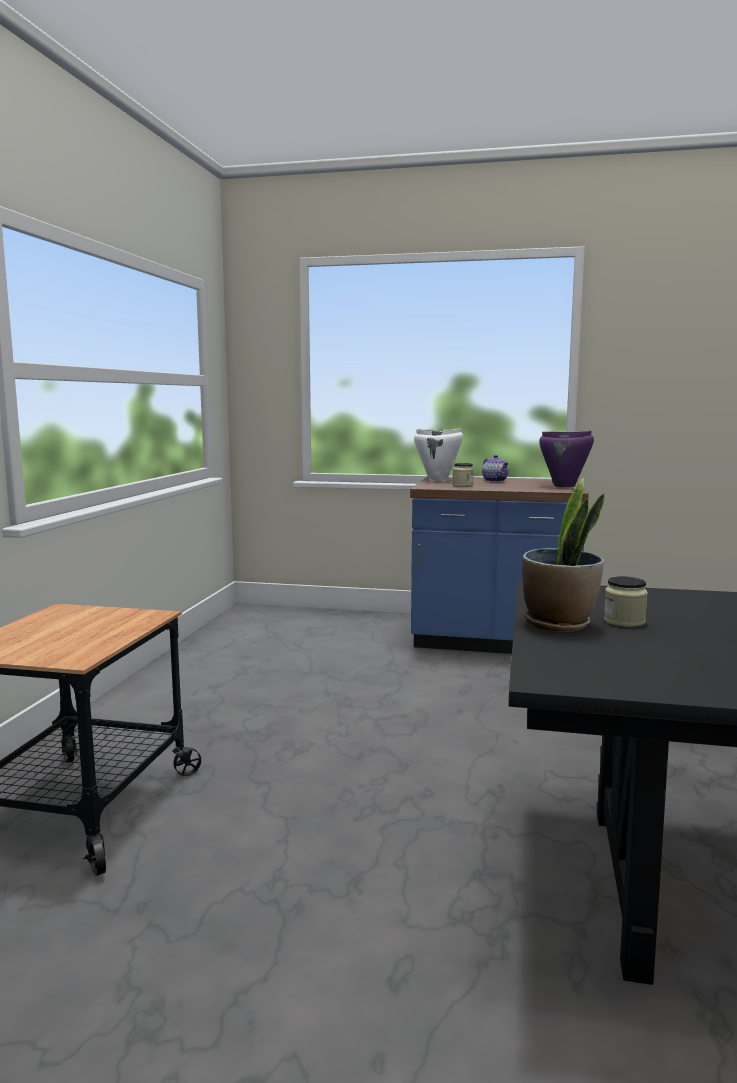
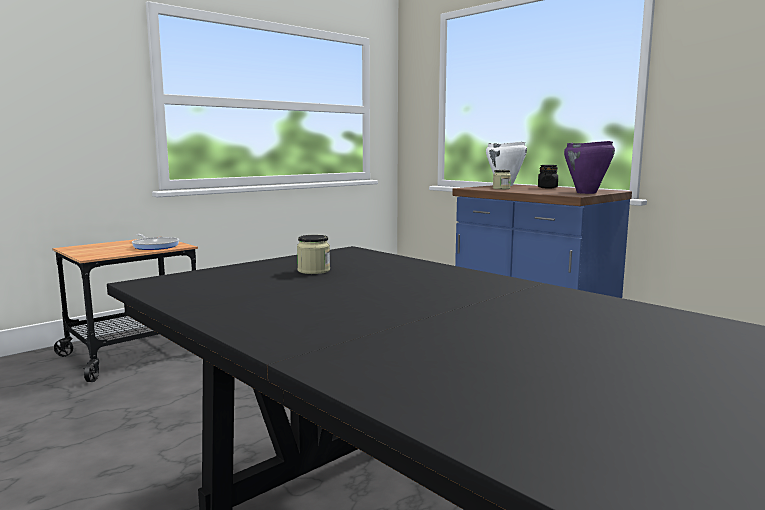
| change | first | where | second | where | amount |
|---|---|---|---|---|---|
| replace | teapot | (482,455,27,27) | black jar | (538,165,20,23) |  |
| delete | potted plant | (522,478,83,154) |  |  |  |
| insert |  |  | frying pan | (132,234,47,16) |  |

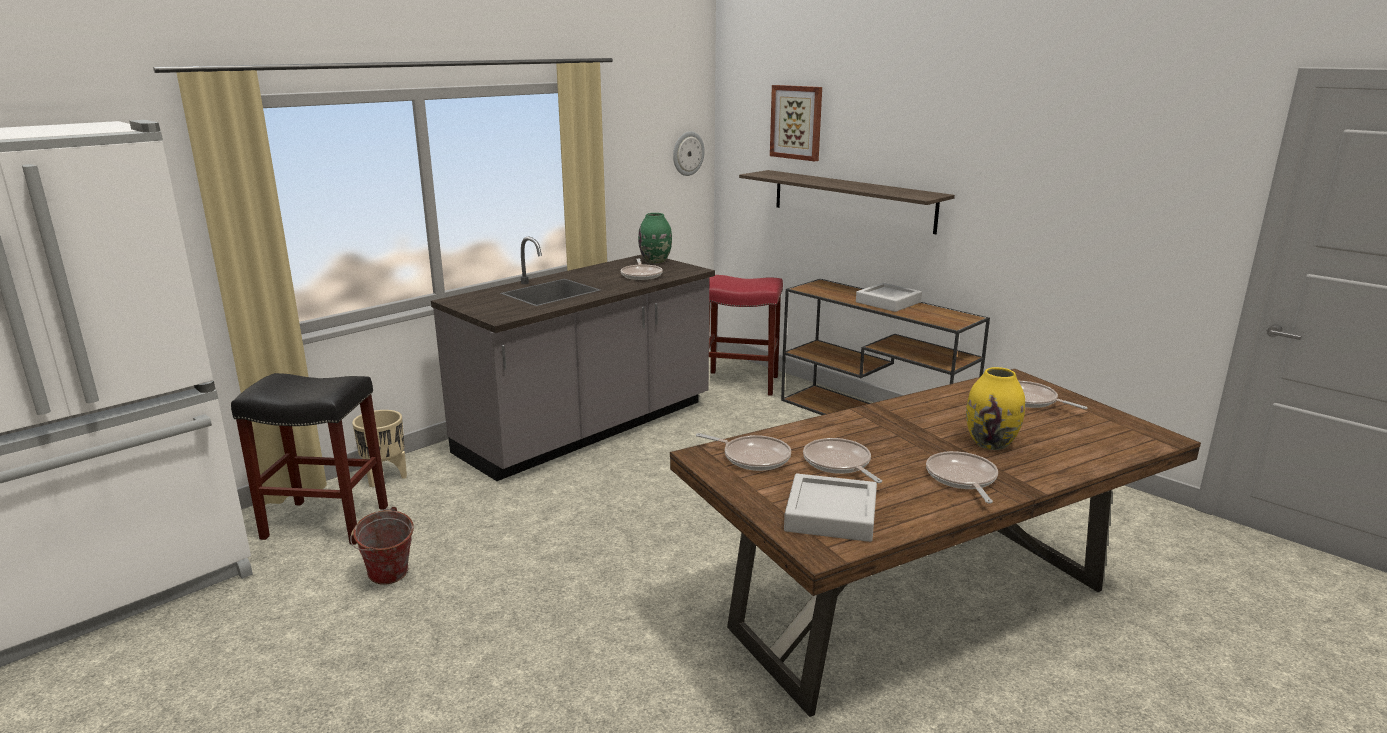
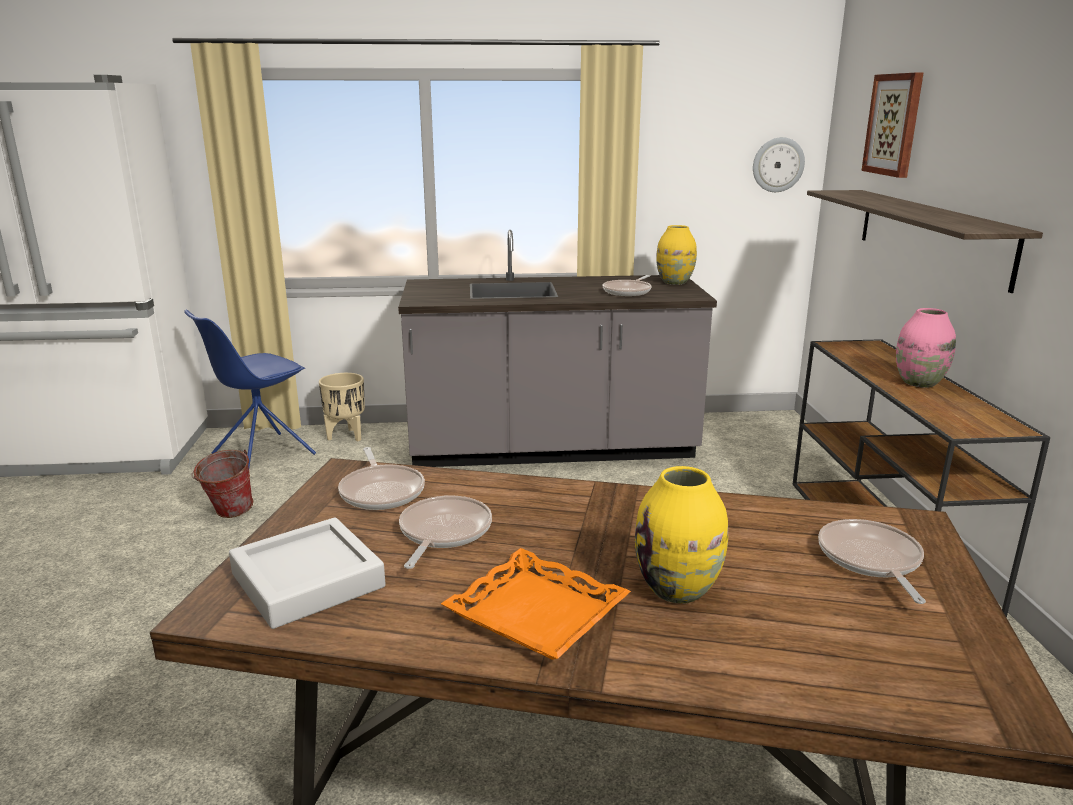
| change | first | where | second | where | amount |
|---|---|---|---|---|---|
| recolor | green vase | (638,213,34,51) | yellow vase | (656,225,41,60) |  |
| delete | red stool | (709,275,74,121) |  |  |  |
| replace | grey tray | (856,283,66,29) | pink vase | (896,308,60,80) |  |
| replace | black stool | (231,373,157,172) | blue chair | (184,310,132,157) |  |
| replace | frying pan | (926,451,72,53) | orange tray | (441,548,190,112) |  |

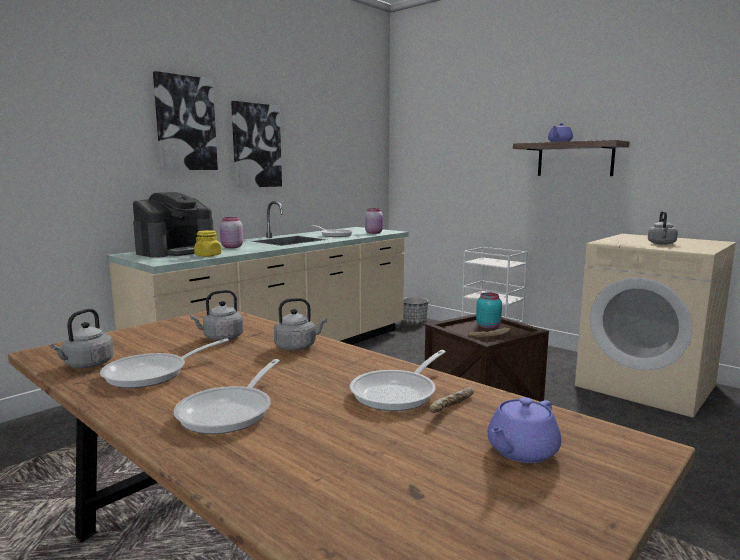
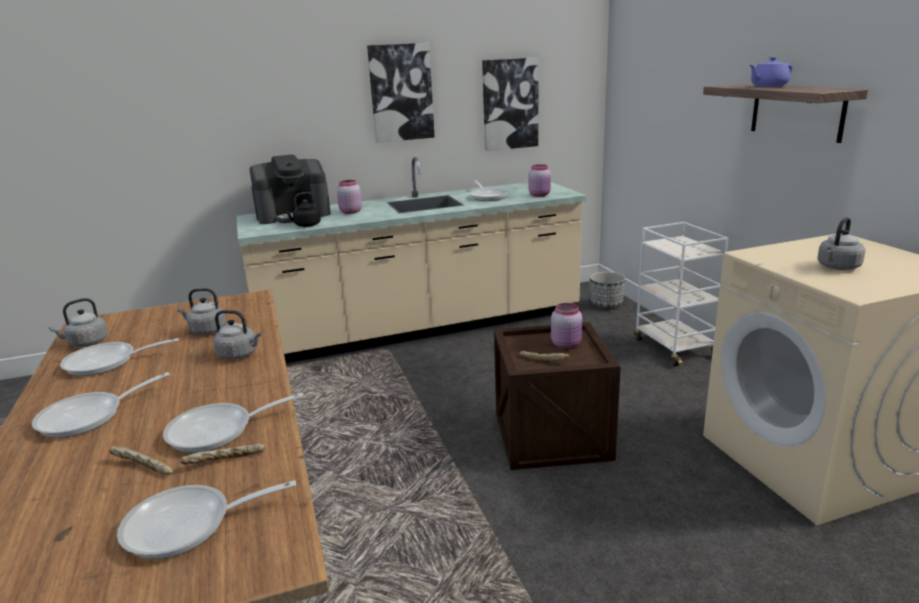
| change | first | where | second | where | amount |
|---|---|---|---|---|---|
| move | picture | (153,71,65,99) |  | (482,57,56,94) |  |
| replace | yellow jar | (194,230,27,27) | black kettle | (284,192,37,35) |  |
| recolor | turquoise jar | (476,293,26,36) | pink jar | (551,303,31,46) |  |
| replace | purple teapot | (487,397,74,66) | frying pan | (117,480,179,79) |  |
| insert |  |  | bread | (109,446,64,29) |  |

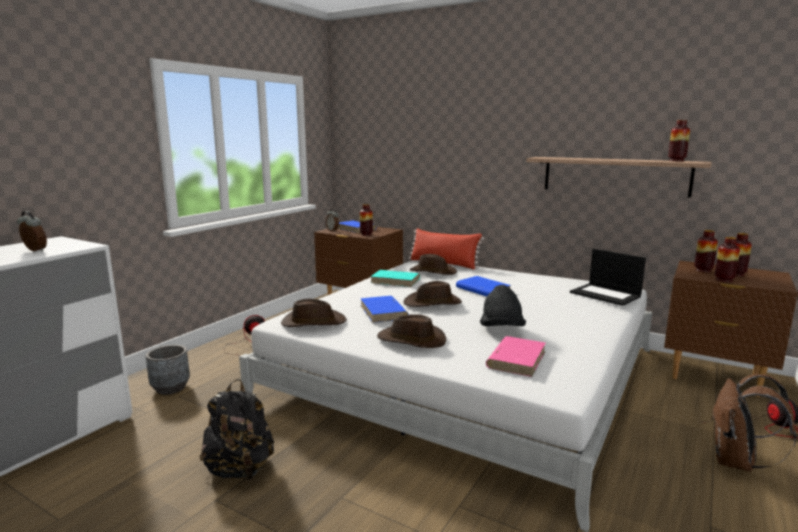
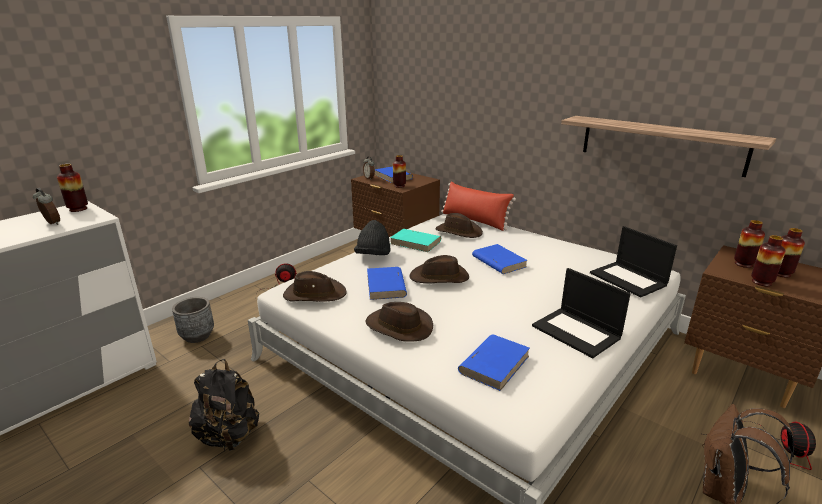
| change | first | where | second | where | amount |
|---|---|---|---|---|---|
| move | vase | (668,120,22,41) |  | (57,164,31,48) |  |
| move | black hat | (480,285,46,41) |  | (354,220,37,35) |  |
| recolor | pink book | (486,336,60,41) | blue book | (458,334,72,57) |  |
| insert |  |  | laptop | (532,268,99,90) |  |

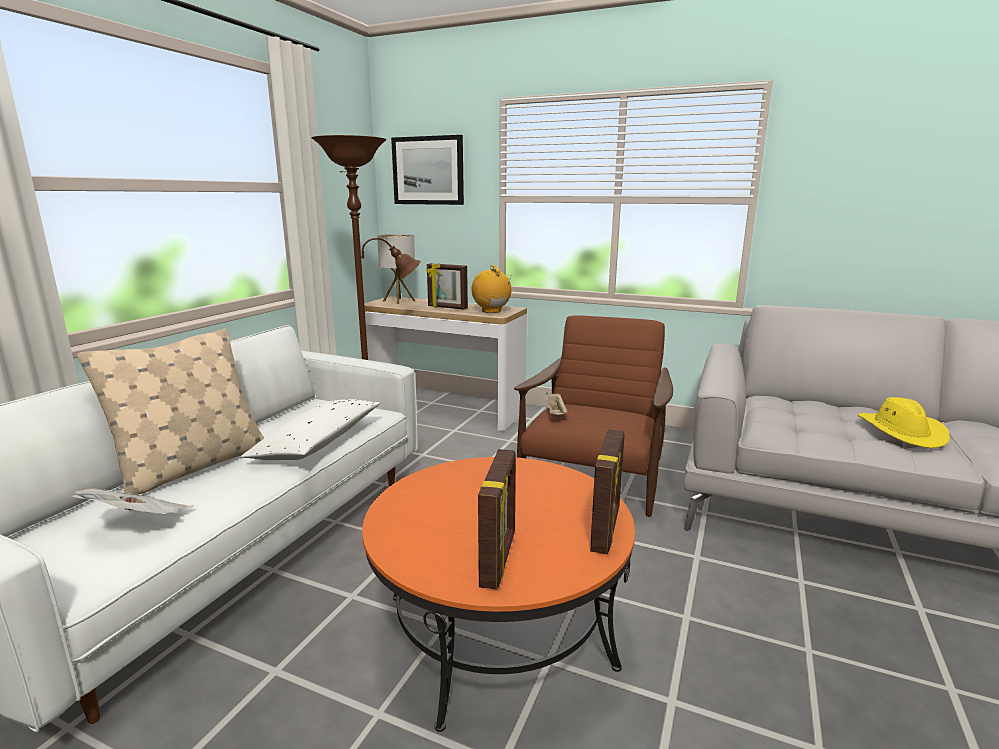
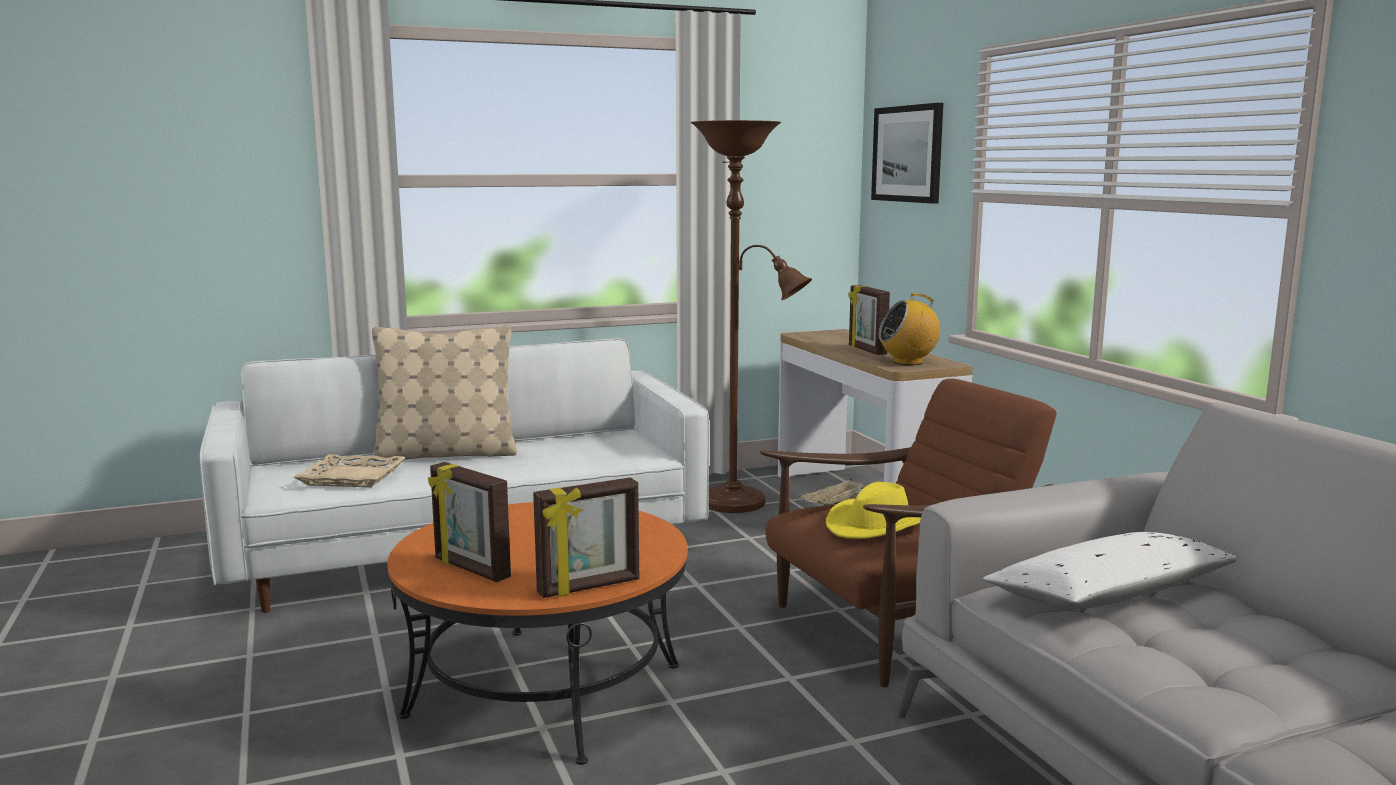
| change | first | where | second | where | amount |
|---|---|---|---|---|---|
| delete | table lamp | (377,234,38,70) |  |  |  |
| rotate | radio | (472,265,40,48) |  | (879,293,61,72) | 120 degrees counterclockwise |
| move | yellow hat | (858,397,92,51) |  | (826,482,95,57) |  |
| move | white pillow | (241,399,140,61) |  | (983,532,253,78) |  |
| rotate | picture frame | (478,449,38,140) |  | (428,462,83,120) | 75 degrees clockwise |
| replace | newspaper | (71,488,123,26) | beige tray | (294,454,112,33) |  |

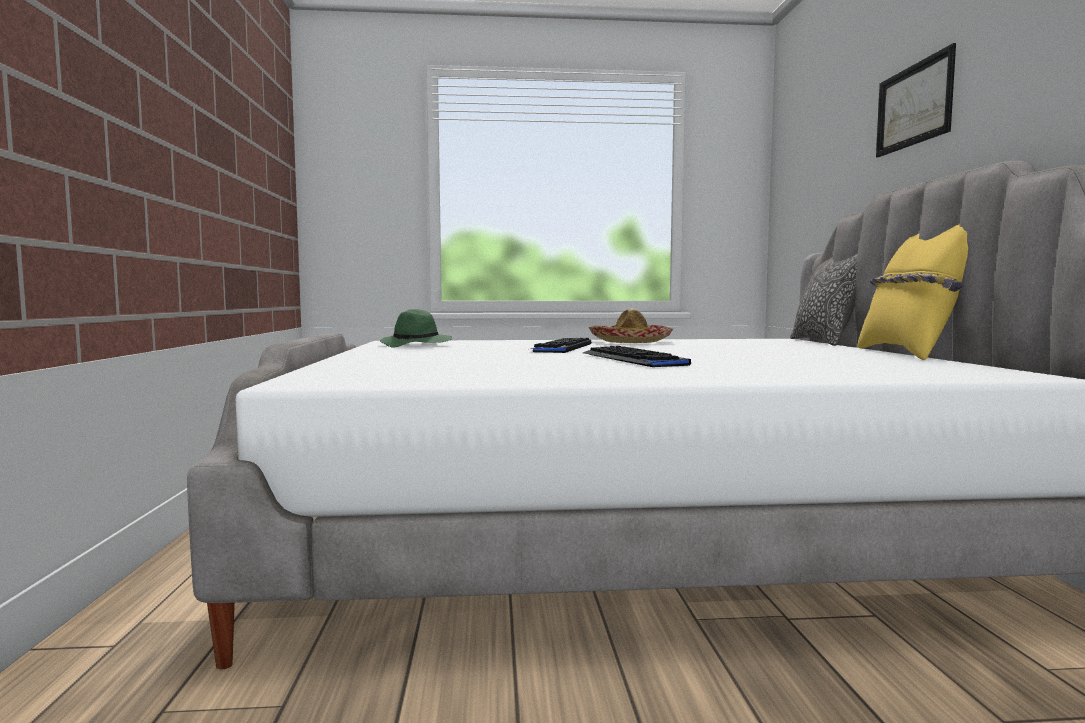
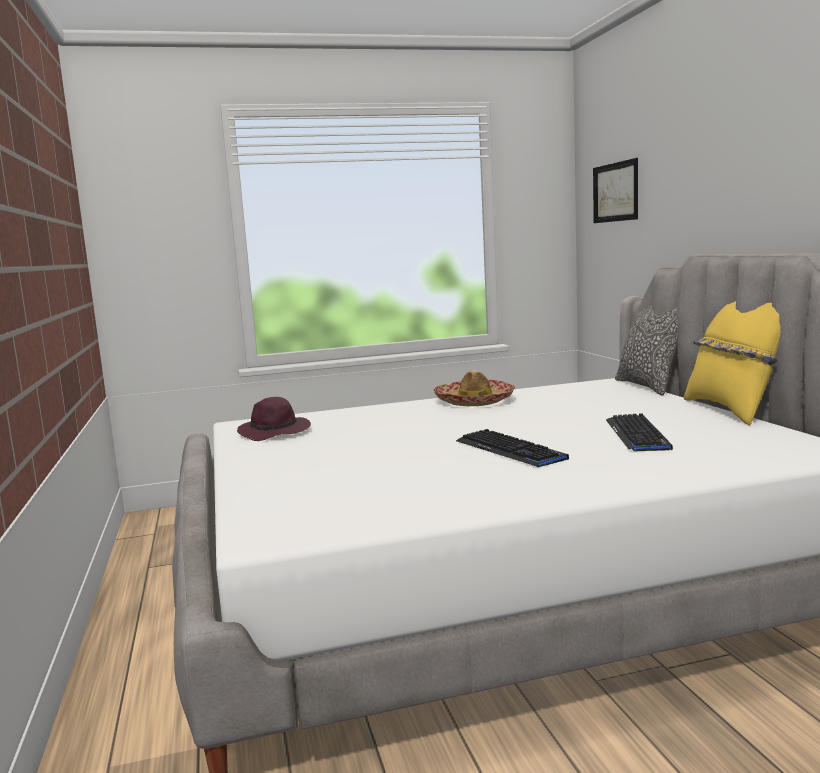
| change | first | where | second | where | amount |
|---|---|---|---|---|---|
| move | picture | (876,43,80,114) |  | (593,158,45,65) |  |
| recolor | green hat | (380,309,72,39) | purple hat | (237,397,74,44) |  |
| move | keyboard | (528,338,64,15) |  | (606,413,67,38) |  |

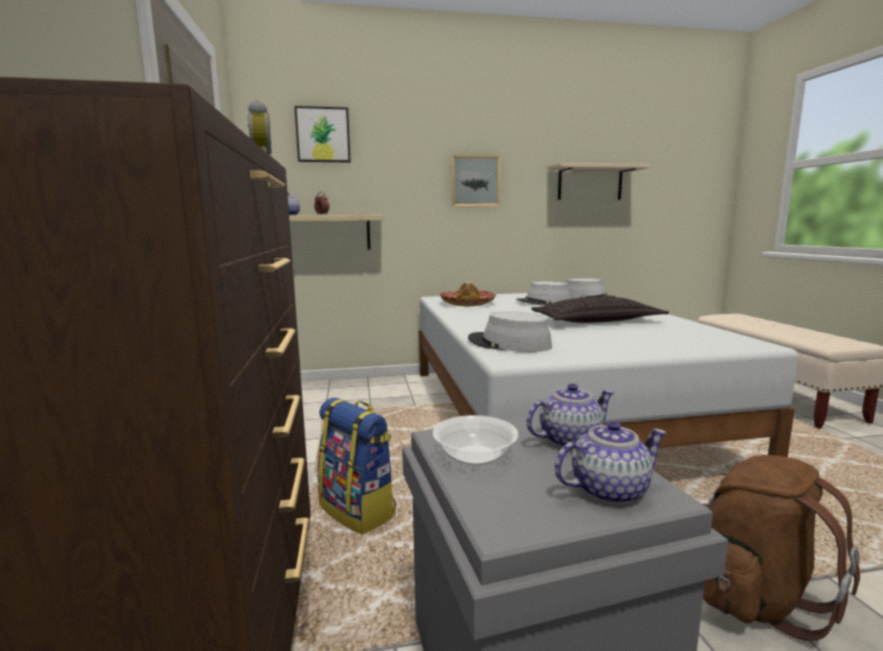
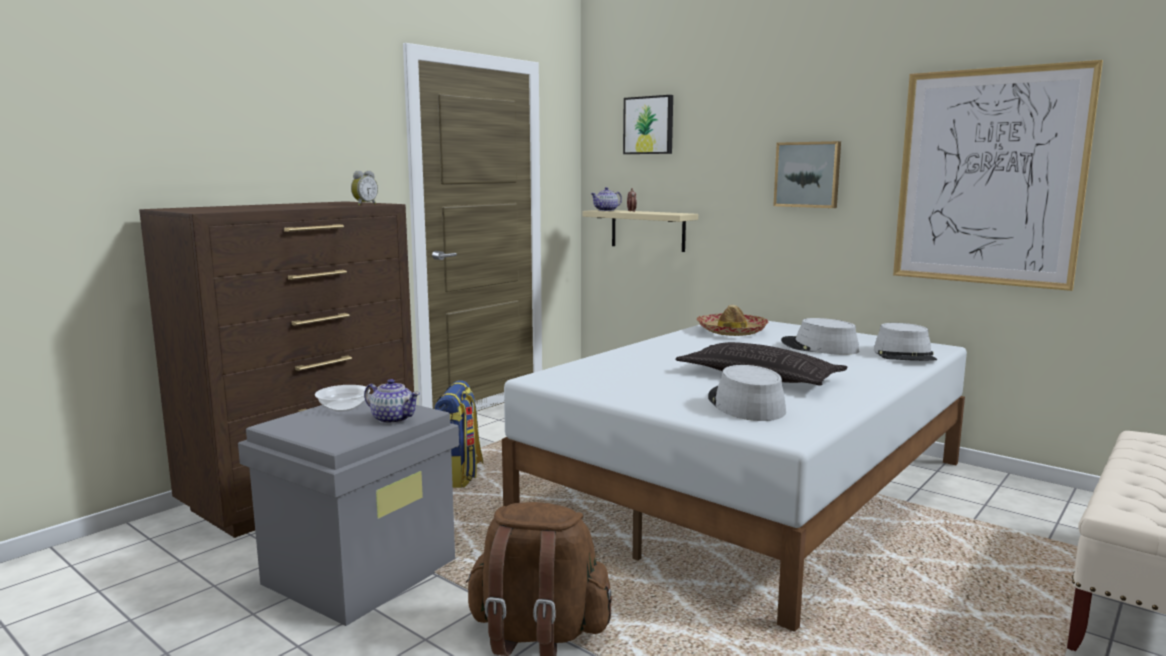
| change | first | where | second | where | amount |
|---|---|---|---|---|---|
| replace | beige shelf | (548,163,103,37) | picture | (893,60,210,231) |  |
| move | grey hat | (468,311,84,41) |  | (708,365,78,56) |  |
| delete | teapot | (555,421,112,83) |  |  |  |

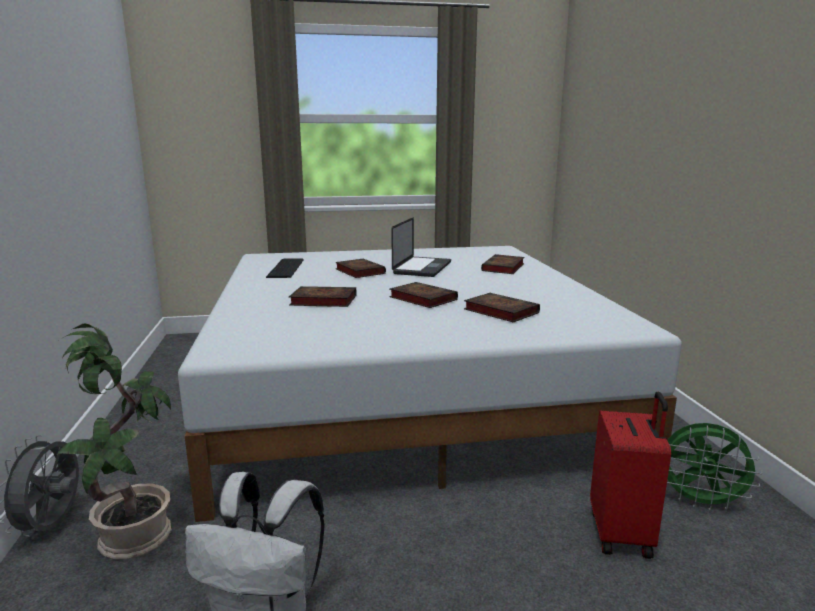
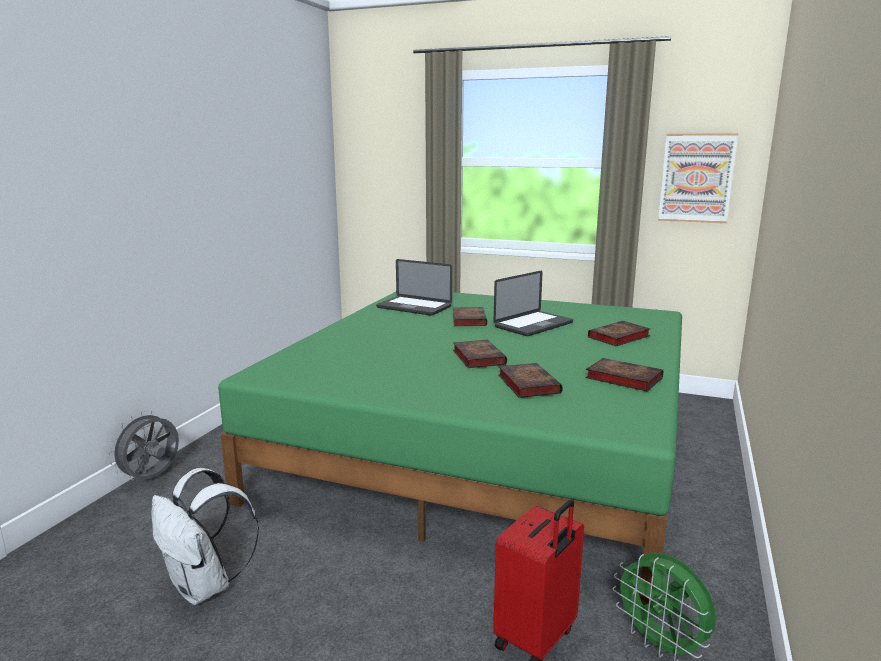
| change | first | where | second | where | amount |
|---|---|---|---|---|---|
| recolor | white bed | (178,246,504,276) | green bed | (218,292,464,311) |  |
| replace | keyboard | (266,258,38,20) | laptop | (376,259,76,57) |  |
| move | book | (289,286,68,21) |  | (585,358,78,33) |  |
| delete | potted plant | (56,323,116,236) |  |  |  |
| insert |  |  | picture | (658,133,80,90) |  |

